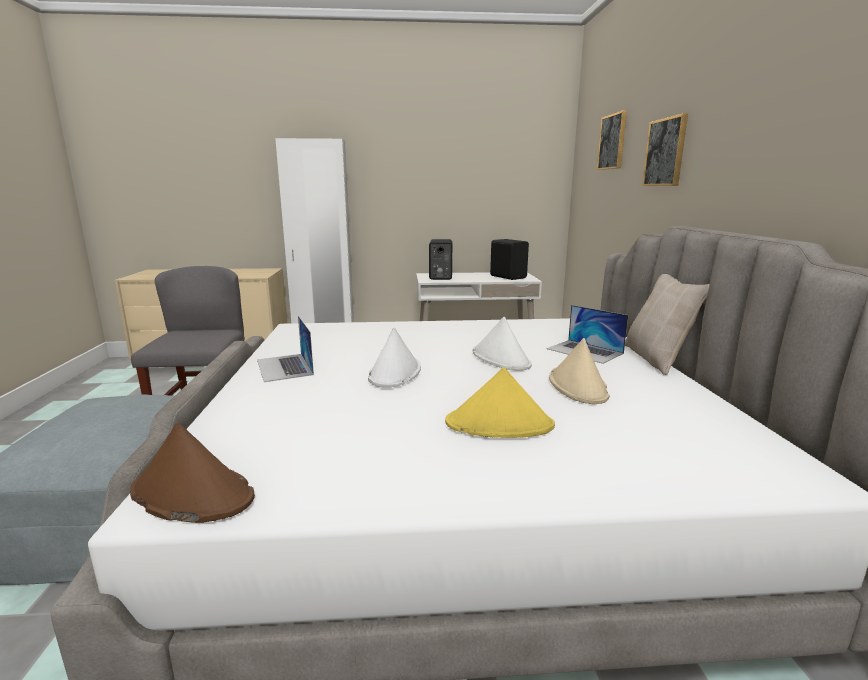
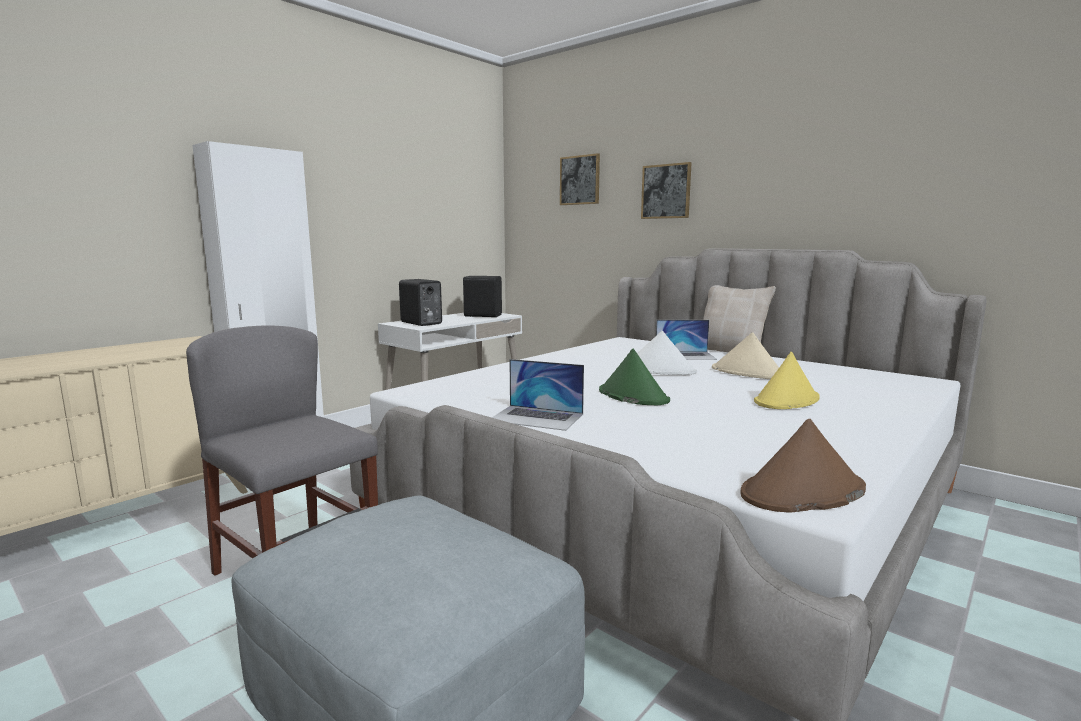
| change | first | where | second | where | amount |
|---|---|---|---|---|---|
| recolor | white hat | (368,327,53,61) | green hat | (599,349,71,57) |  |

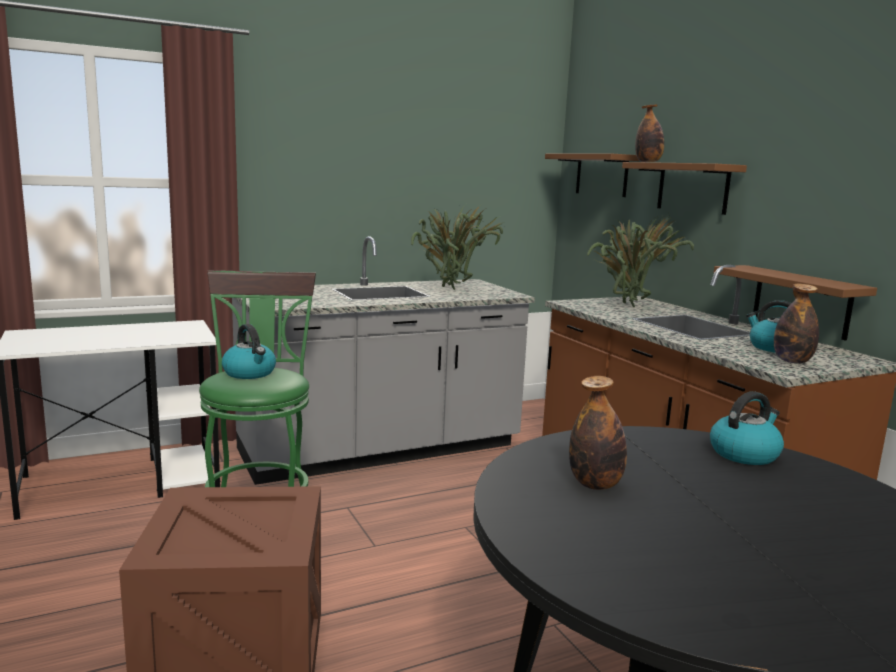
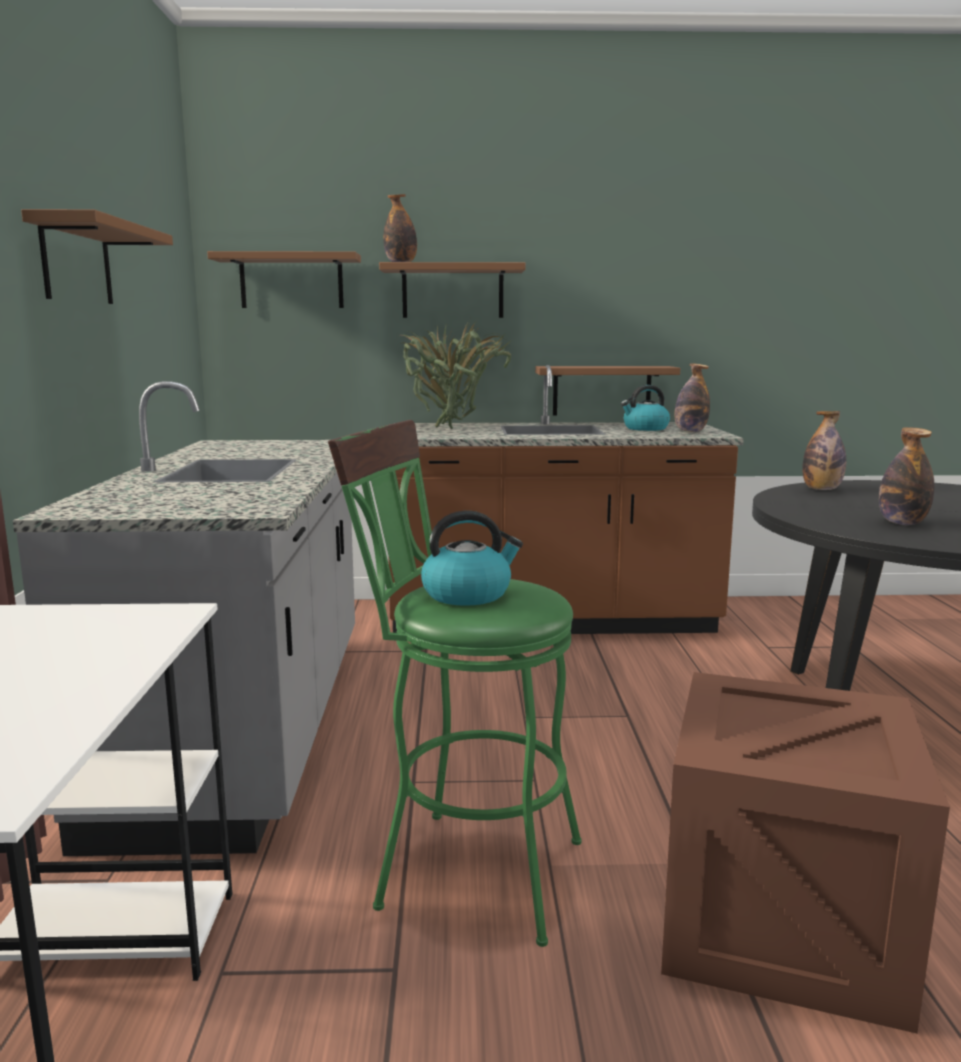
| change | first | where | second | where | amount |
|---|---|---|---|---|---|
| delete | potted plant | (411,204,93,86) |  |  |  |
| replace | kettle | (710,391,74,74) | bottle | (802,411,44,79) |  |
| insert |  |  | brown shelf | (21,209,152,95) |  |

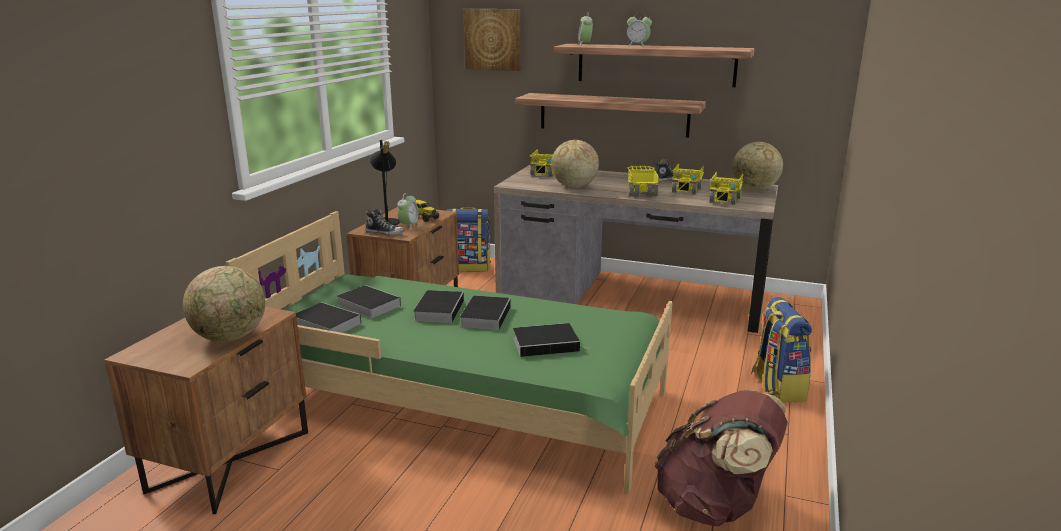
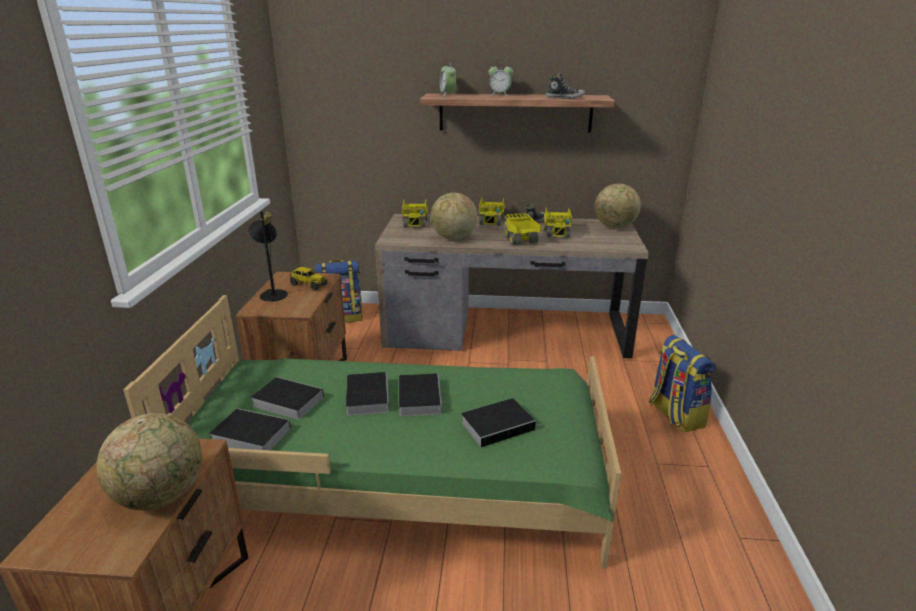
| change | first | where | second | where | amount |
|---|---|---|---|---|---|
| delete | picture | (463,9,58,62) |  |  |  |
| delete | shelf | (515,93,191,45) |  |  |  |
| move | toy truck | (710,172,33,33) |  | (479,198,26,28) |  |
| delete | alarm clock | (397,193,23,37) |  |  |  |
| move | shoe | (365,208,40,28) |  | (546,73,40,25) |  |
| delete | brown backpack | (655,390,133,136) |  |  |  |

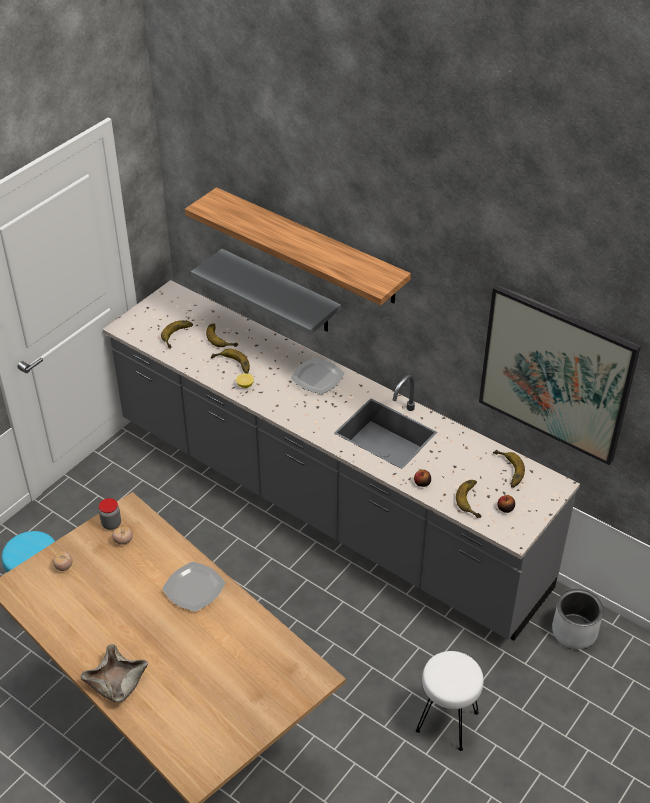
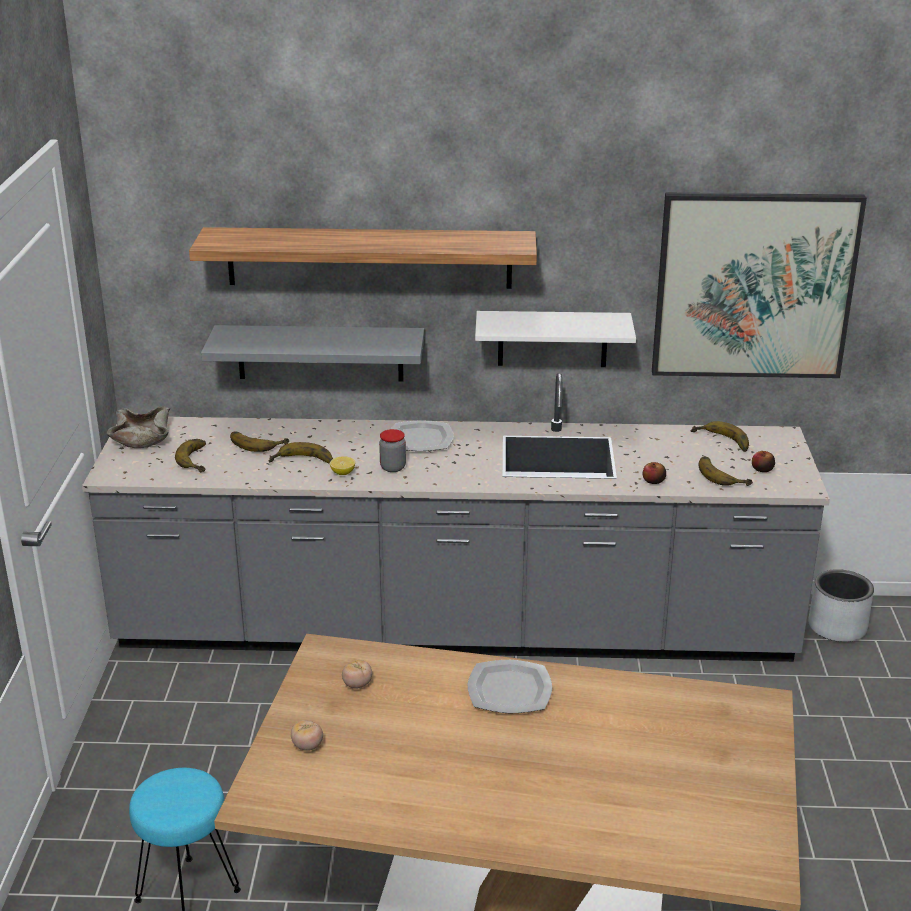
| change | first | where | second | where | amount |
|---|---|---|---|---|---|
| move | jar | (99,498,22,32) |  | (379,429,27,43) |  |
| move | beige bowl | (81,644,67,59) |  | (107,406,63,42) |  |
| delete | white stool | (416,651,68,100) |  |  |  |
| insert |  |  | white shelf | (475,311,161,56) |  |

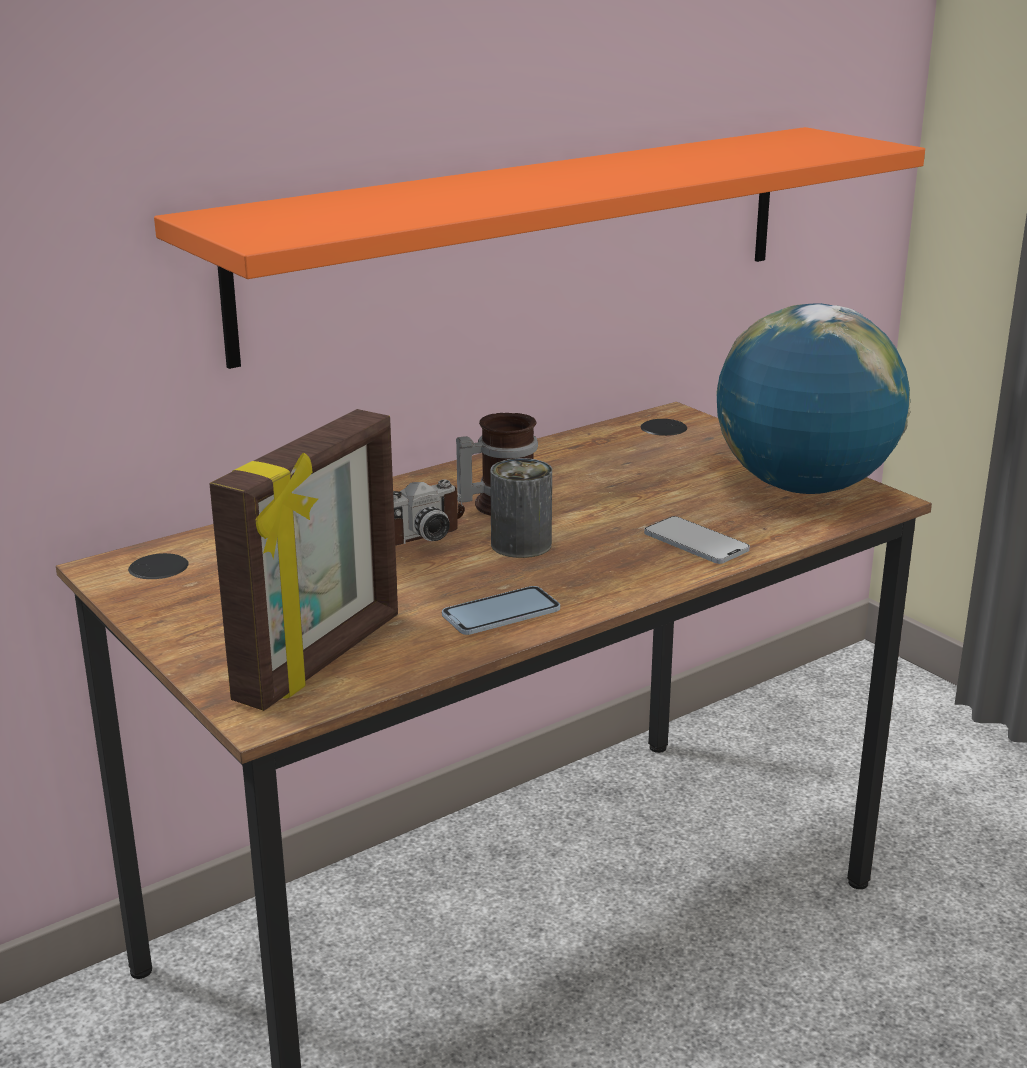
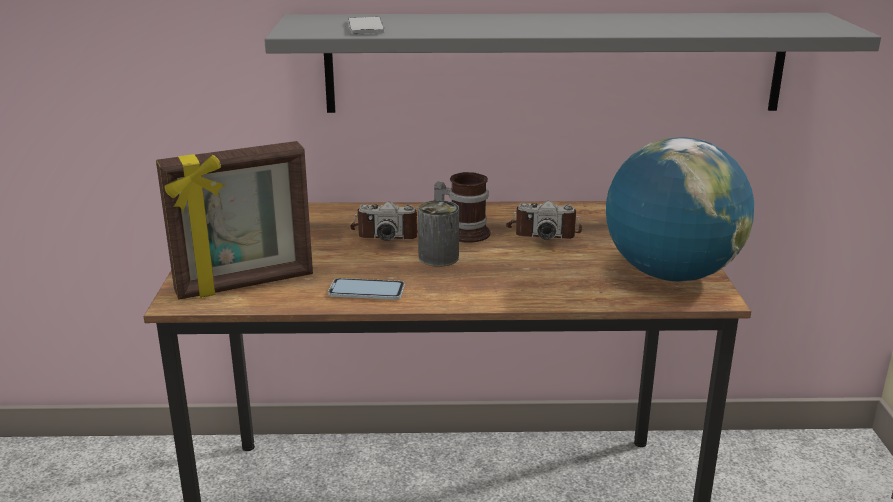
| change | first | where | second | where | amount |
|---|---|---|---|---|---|
| recolor | orange shelf | (154,127,771,242) | grey shelf | (264,13,617,100) |  |
| move | phone | (644,516,106,48) |  | (348,17,37,17) |  |
| insert |  |  | photo camera | (506,201,76,39) |  |

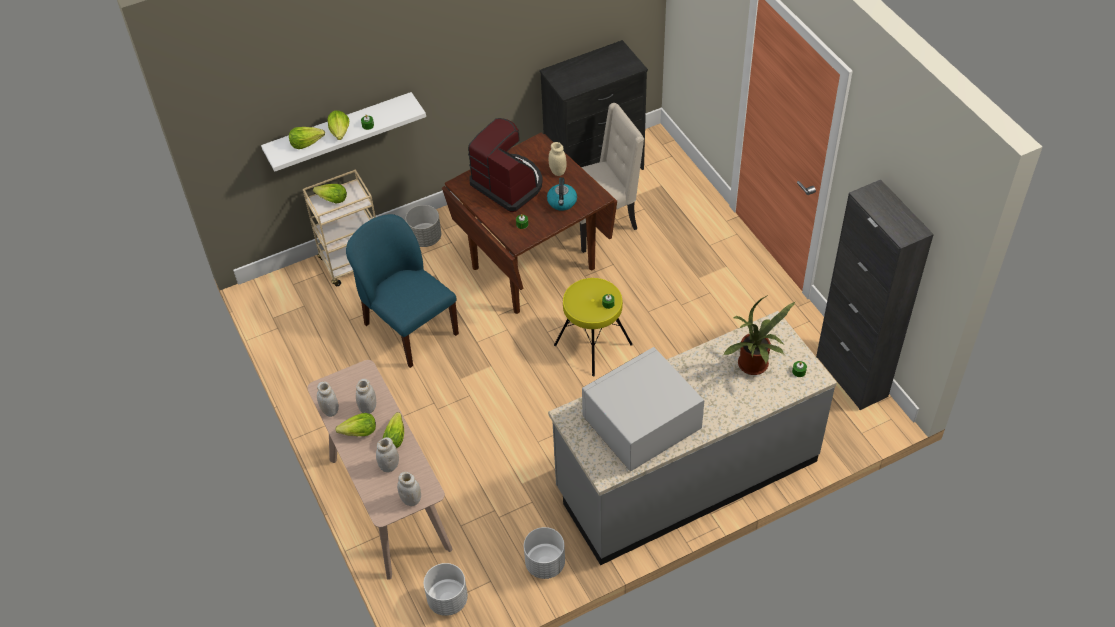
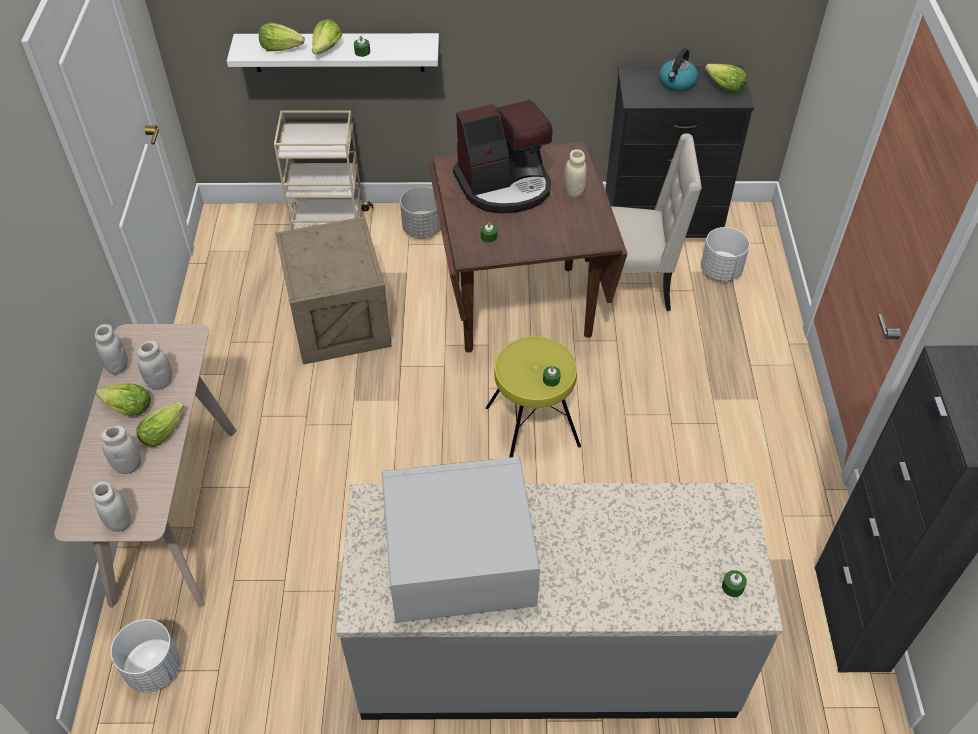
| change | first | where | second | where | amount |
|---|---|---|---|---|---|
| rotate | coffee machine | (468,118,75,94) |  | (453,100,100,113) | 90 degrees clockwise |
| move | kettle | (547,177,30,34) |  | (659,48,39,44) |  |
| move | lettuce | (313,184,34,19) |  | (705,64,42,29) |  |
| replace | blue chair | (346,214,113,154) | crate | (275,216,116,149) |  |
| delete | potted plant | (723,295,72,80) |  |  |  |
| move | white planter | (524,527,41,52) |  | (701,227,49,54) |  |

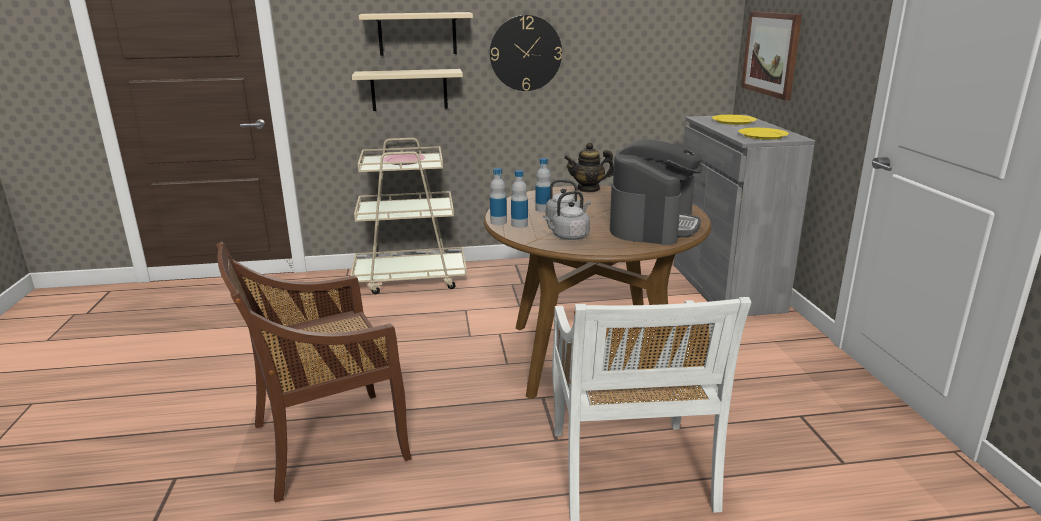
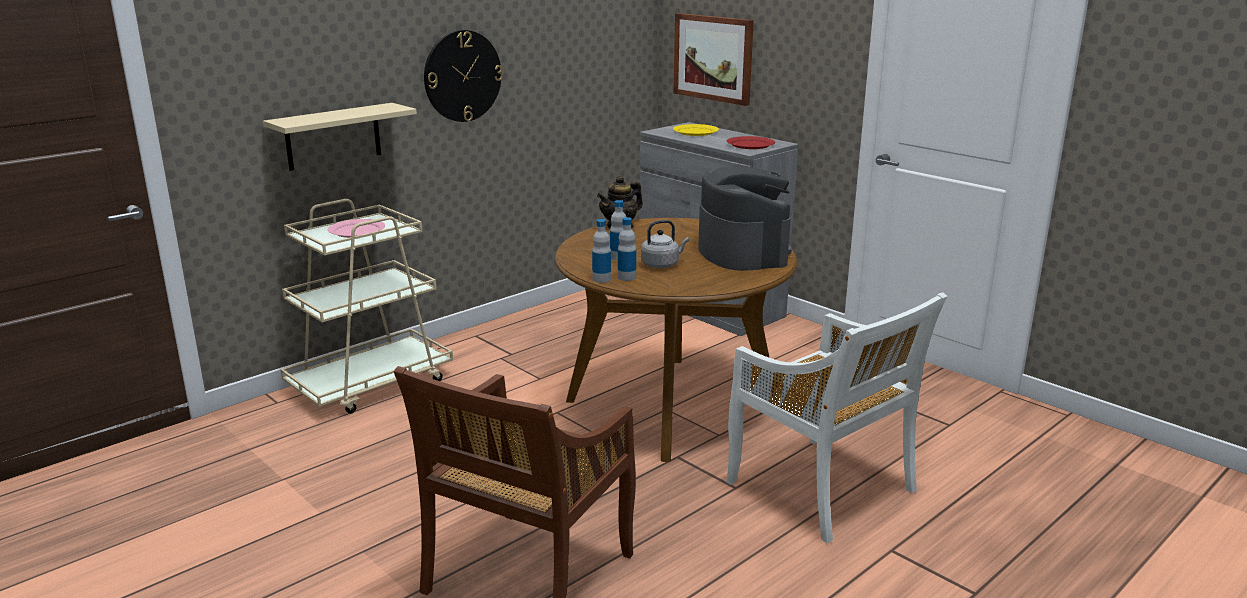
| change | first | where | second | where | amount |
|---|---|---|---|---|---|
| delete | beige shelf | (359,12,114,44) |  |  |  |
| recolor | yellow plate | (738,128,51,12) | red plate | (727,136,48,13) |  |
| delete | grey kettle | (543,191,47,49) |  |  |  |

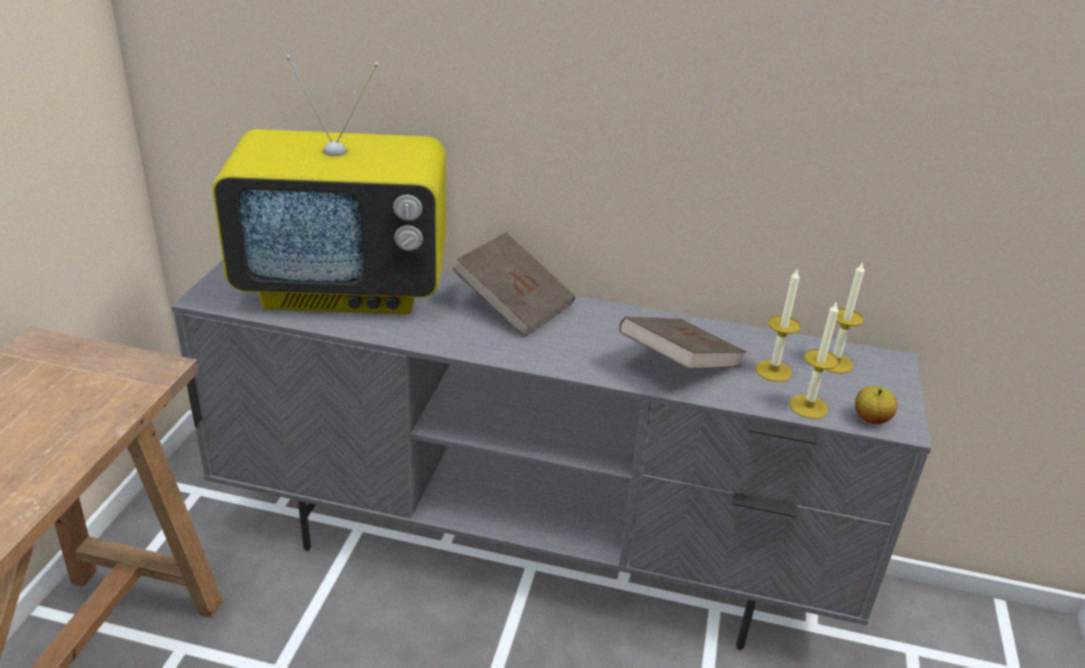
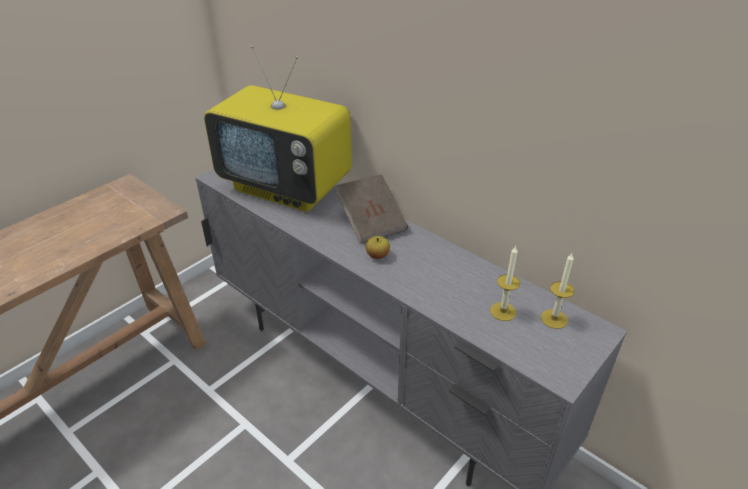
| change | first | where | second | where | amount |
|---|---|---|---|---|---|
| delete | candle | (789,301,50,118) |  |  |  |
| delete | brown book | (619,317,128,52) |  |  |  |
| move | apple | (855,386,43,38) |  | (366,236,24,23) |  |

